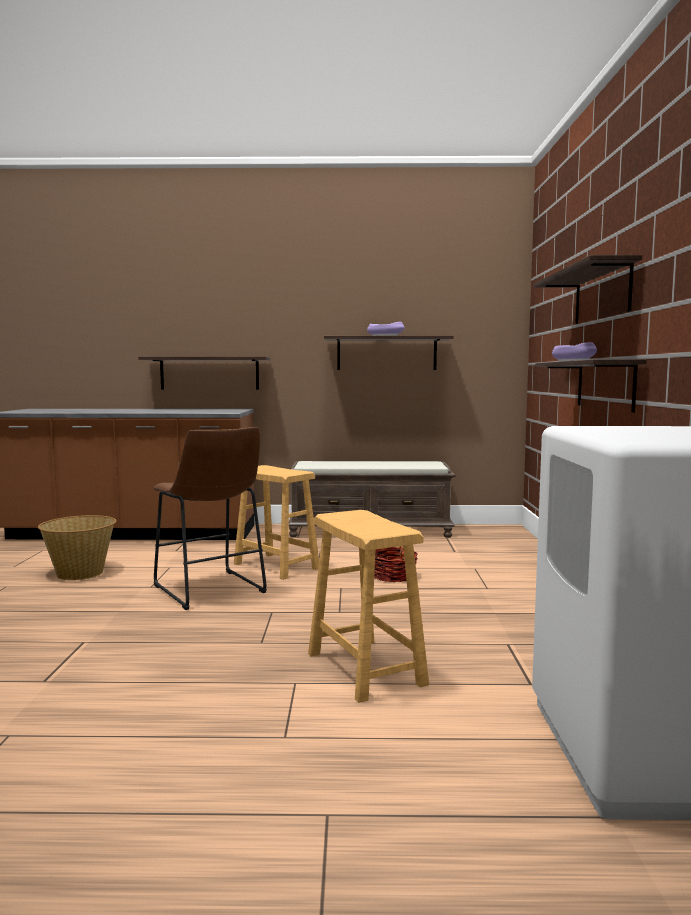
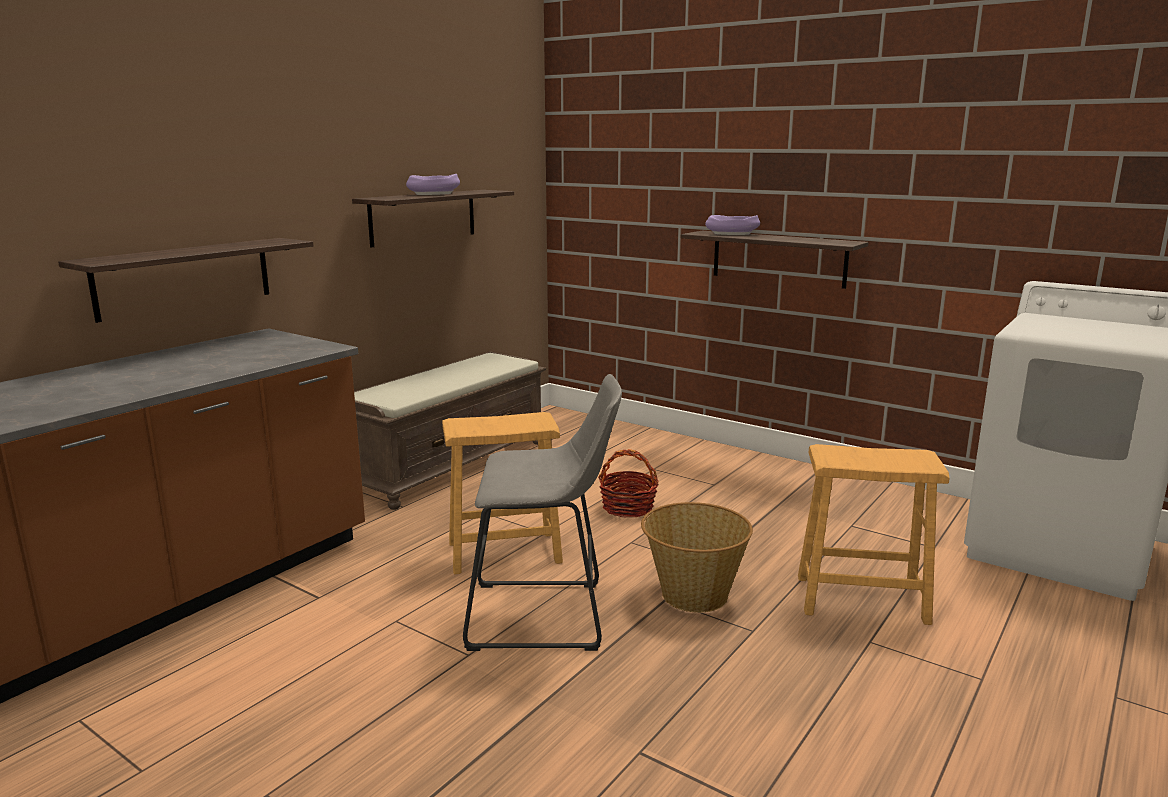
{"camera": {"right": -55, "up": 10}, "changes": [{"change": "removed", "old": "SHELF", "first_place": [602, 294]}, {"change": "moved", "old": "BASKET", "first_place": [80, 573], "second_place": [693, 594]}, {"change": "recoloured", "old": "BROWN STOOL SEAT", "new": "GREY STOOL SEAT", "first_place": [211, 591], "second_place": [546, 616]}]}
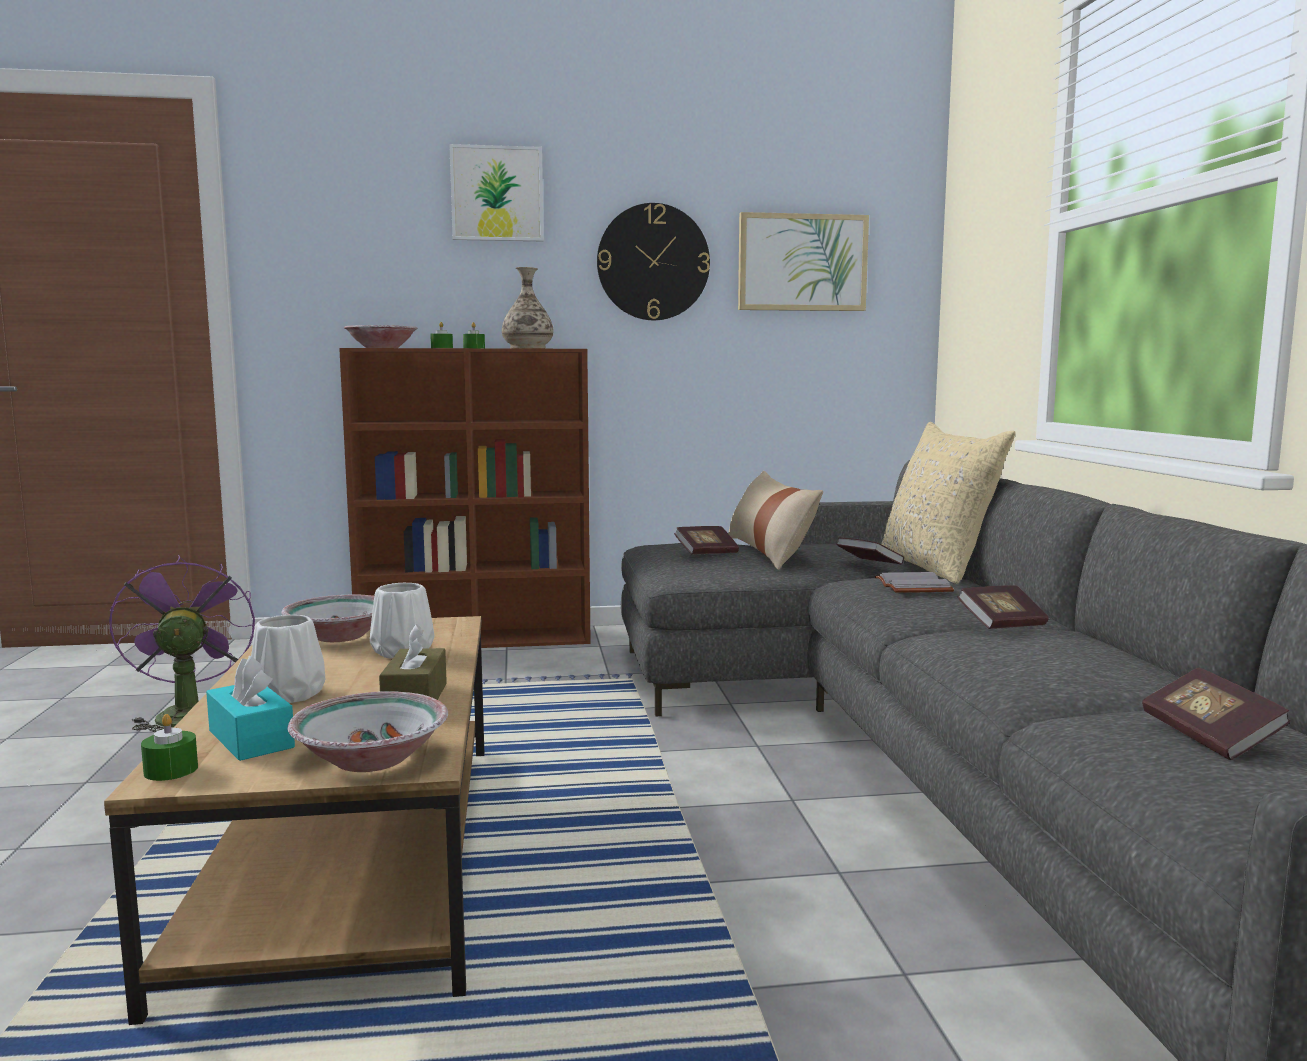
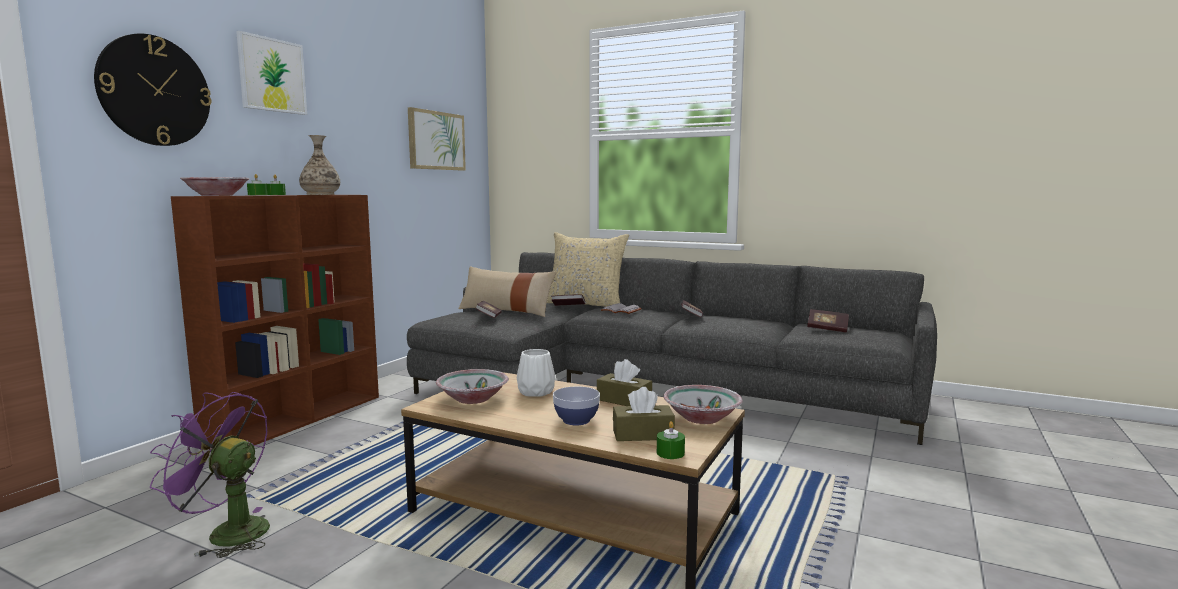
{"camera": {"right": -55, "up": 0}, "changes": [{"change": "moved", "old": "WALL CLOCK", "first_place": [653, 262], "second_place": [154, 91]}, {"change": "replaced", "old": "WHITISH FLOWER VASE", "new": "SERVING BOWL", "first_place": [290, 694], "second_place": [576, 420]}, {"change": "recoloured", "old": "TURQUOISE BOX OF TISSUES", "new": "BROWN BOX OF TISSUES", "first_place": [251, 739], "second_place": [643, 434]}]}
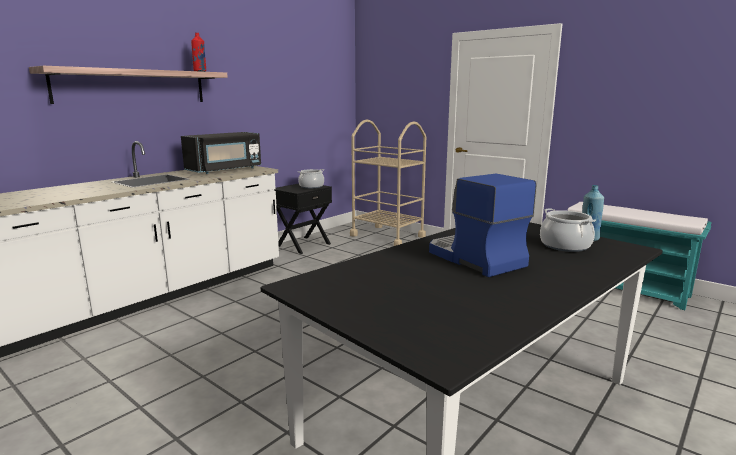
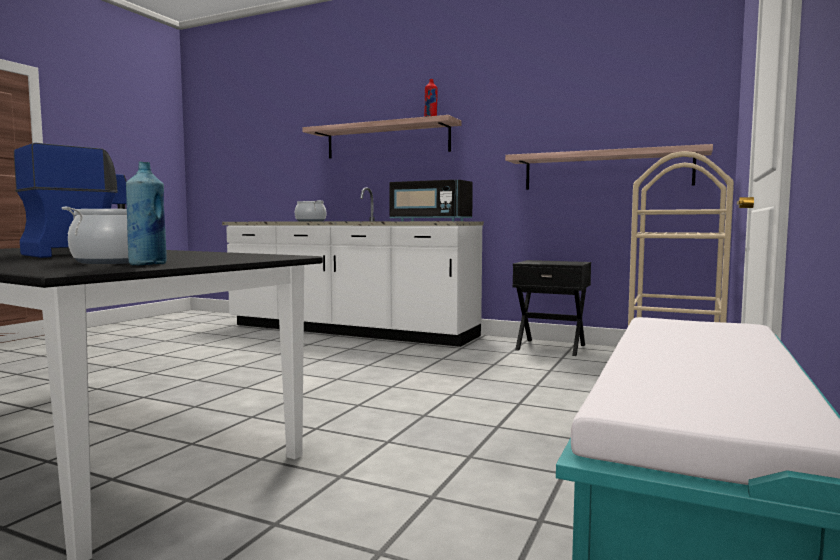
{"camera": {"right": 75, "up": -10}, "changes": [{"change": "added", "new": "SHELF", "second_place": [606, 170]}, {"change": "moved", "old": "COOKING POT", "first_place": [311, 186], "second_place": [310, 221]}]}
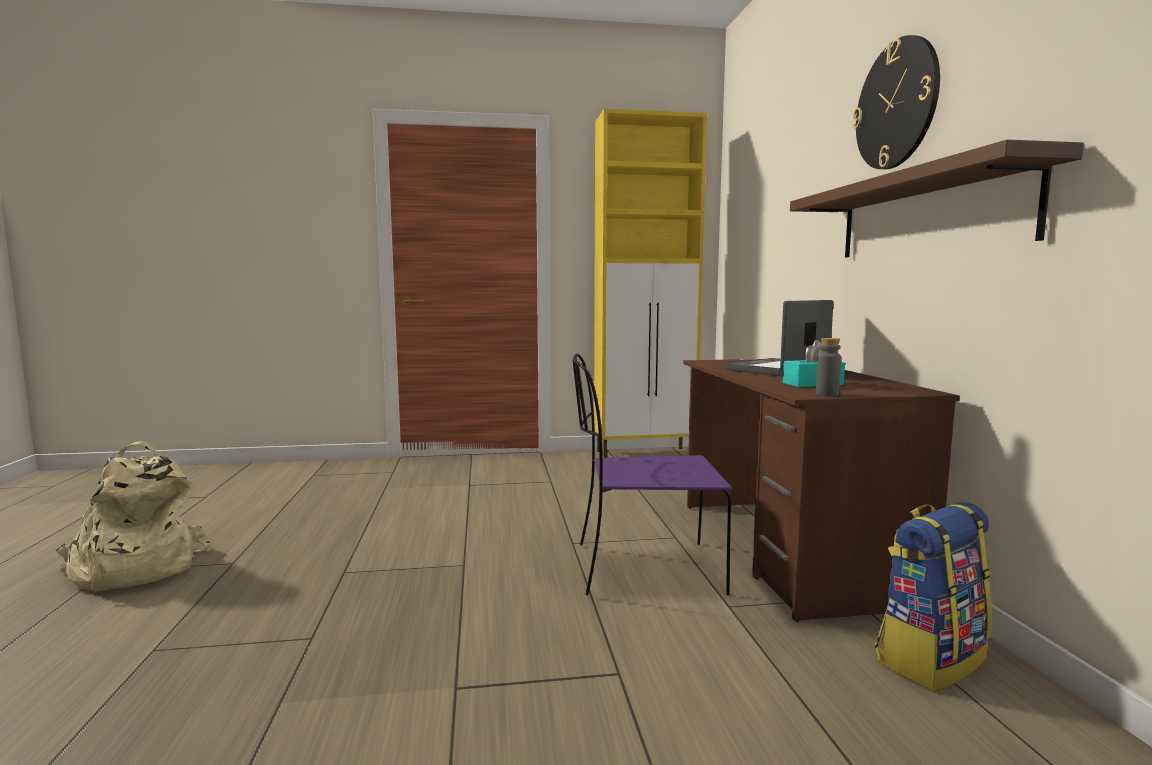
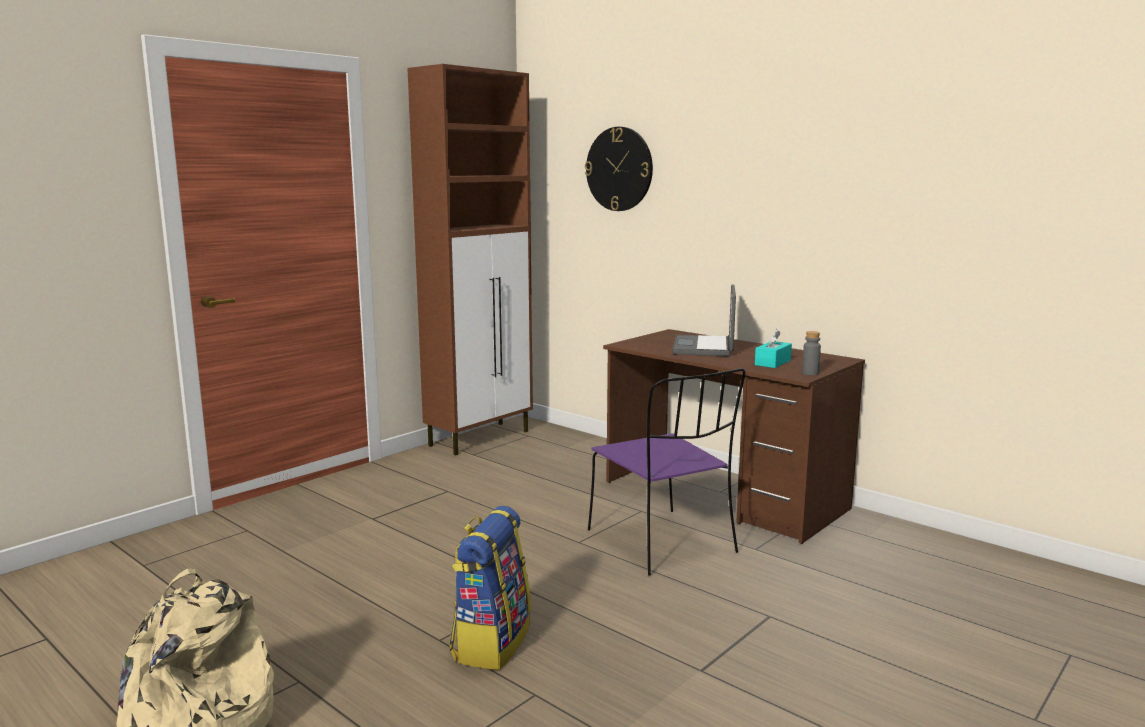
{"camera": {"right": -40, "up": 5}, "changes": [{"change": "removed", "old": "BROWN SHELF", "first_place": [927, 215]}, {"change": "moved", "old": "WALL CLOCK", "first_place": [896, 105], "second_place": [619, 169]}, {"change": "moved", "old": "KNAPSACK", "first_place": [929, 658], "second_place": [490, 642]}, {"change": "recoloured", "old": "YELLOWISH CABINET", "new": "BROWN CABINET", "first_place": [645, 454], "second_place": [481, 438]}, {"change": "turned", "old": "PURPLE UPRIGHT CHAIR", "first_place": [643, 568], "second_place": [663, 543], "degrees": -75}]}
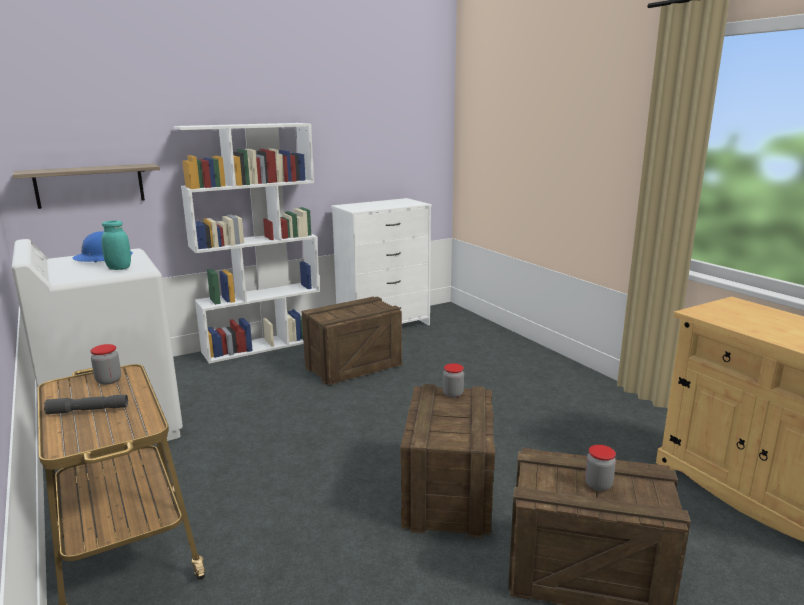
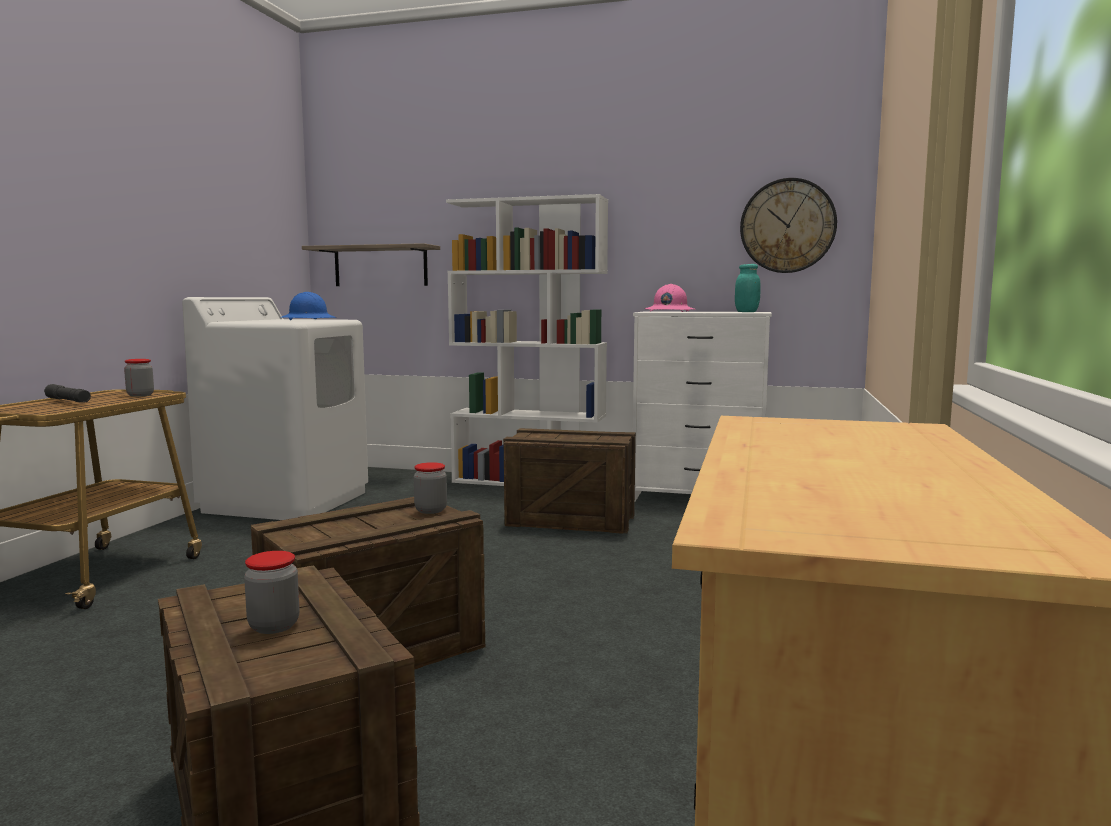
{"camera": {"right": 45, "up": -10}, "changes": [{"change": "added", "new": "PINK HARD HAT", "second_place": [669, 311]}, {"change": "added", "new": "WALL CLOCK", "second_place": [787, 226]}, {"change": "moved", "old": "TURQUOISE PRESERVE JAR", "first_place": [119, 268], "second_place": [746, 312]}]}
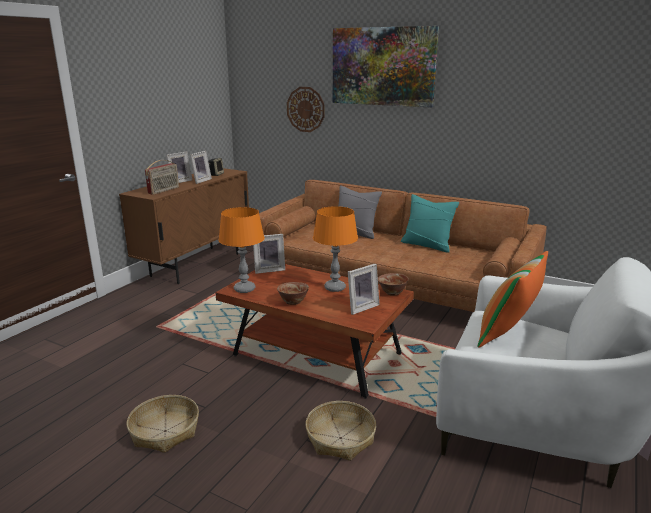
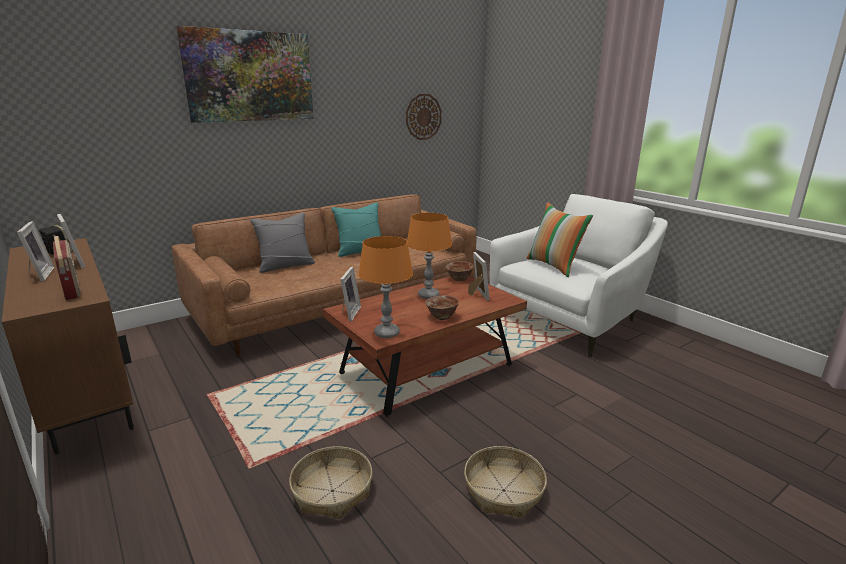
{"camera": {"right": -65, "up": 0}, "changes": [{"change": "moved", "old": "WALL CLOCK", "first_place": [305, 109], "second_place": [423, 117]}, {"change": "moved", "old": "BASKET", "first_place": [340, 438], "second_place": [332, 491]}]}
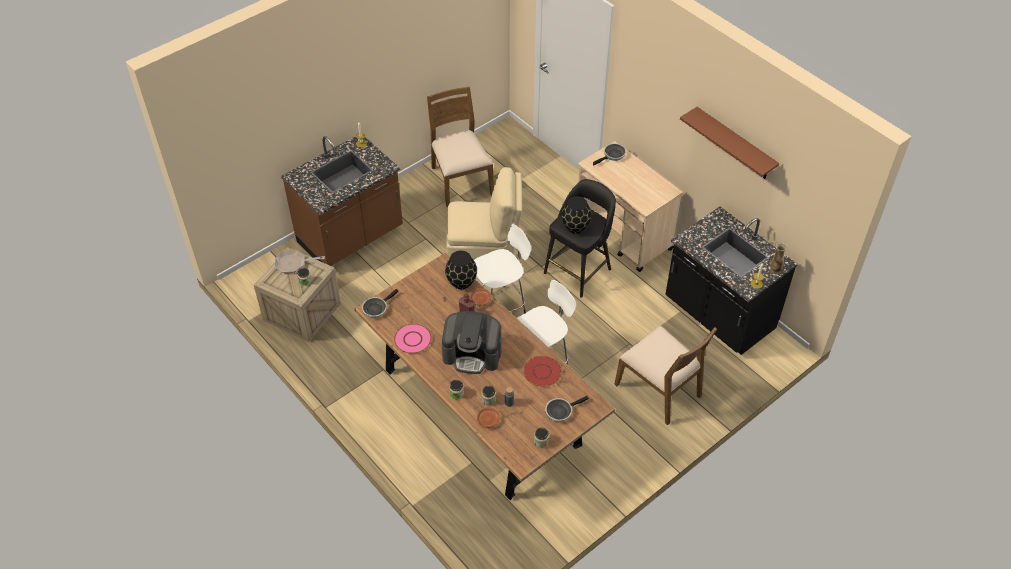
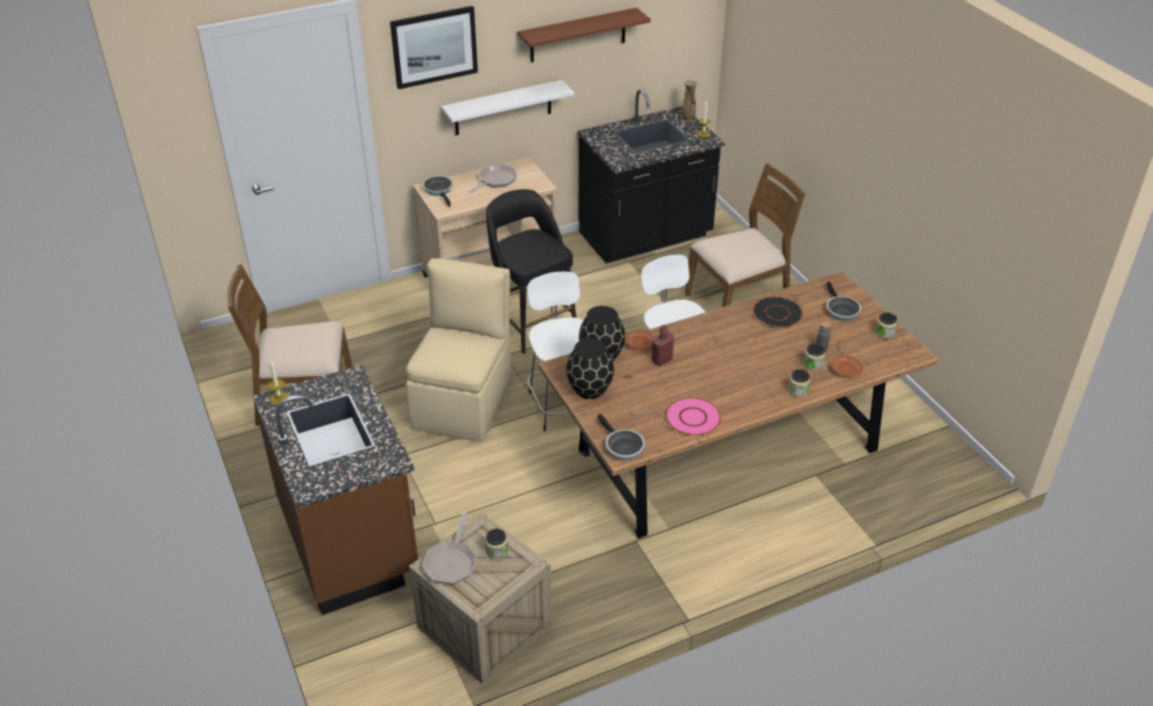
{"camera": {"right": -75, "up": -10}, "changes": [{"change": "removed", "old": "COFFEE MAKER", "first_place": [472, 353]}, {"change": "added", "new": "PICTURE", "second_place": [434, 46]}, {"change": "added", "new": "WHITISH SHELF", "second_place": [503, 108]}, {"change": "added", "new": "SKILLET", "second_place": [495, 181]}, {"change": "moved", "old": "BLACK FLOWER VASE", "first_place": [575, 226], "second_place": [589, 390]}, {"change": "recoloured", "old": "REDDISH PLATE", "new": "BLACK PLATE", "first_place": [542, 372], "second_place": [777, 313]}]}
